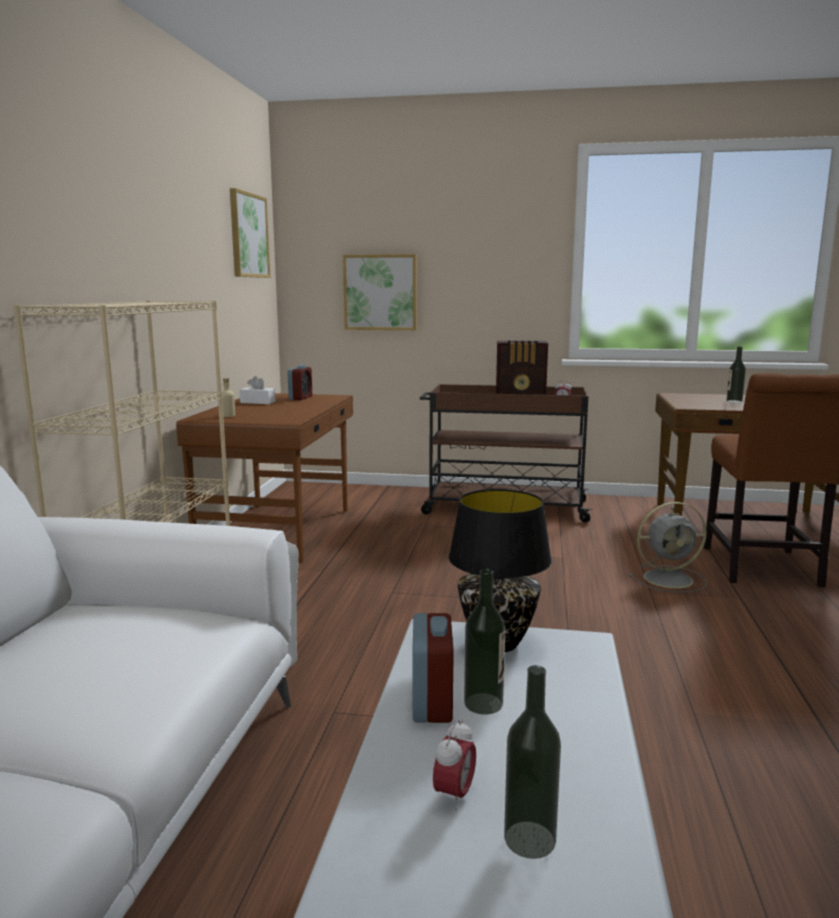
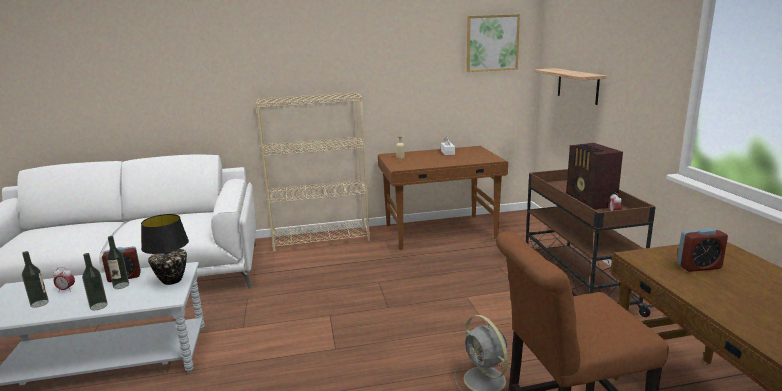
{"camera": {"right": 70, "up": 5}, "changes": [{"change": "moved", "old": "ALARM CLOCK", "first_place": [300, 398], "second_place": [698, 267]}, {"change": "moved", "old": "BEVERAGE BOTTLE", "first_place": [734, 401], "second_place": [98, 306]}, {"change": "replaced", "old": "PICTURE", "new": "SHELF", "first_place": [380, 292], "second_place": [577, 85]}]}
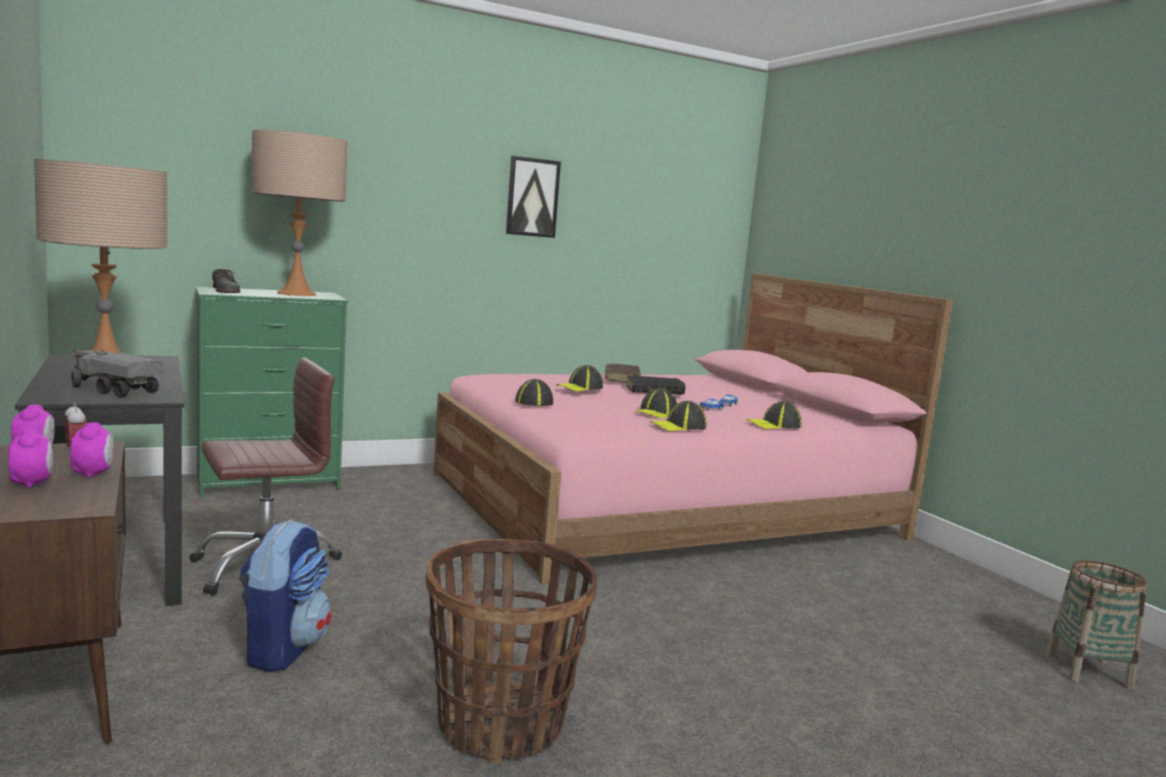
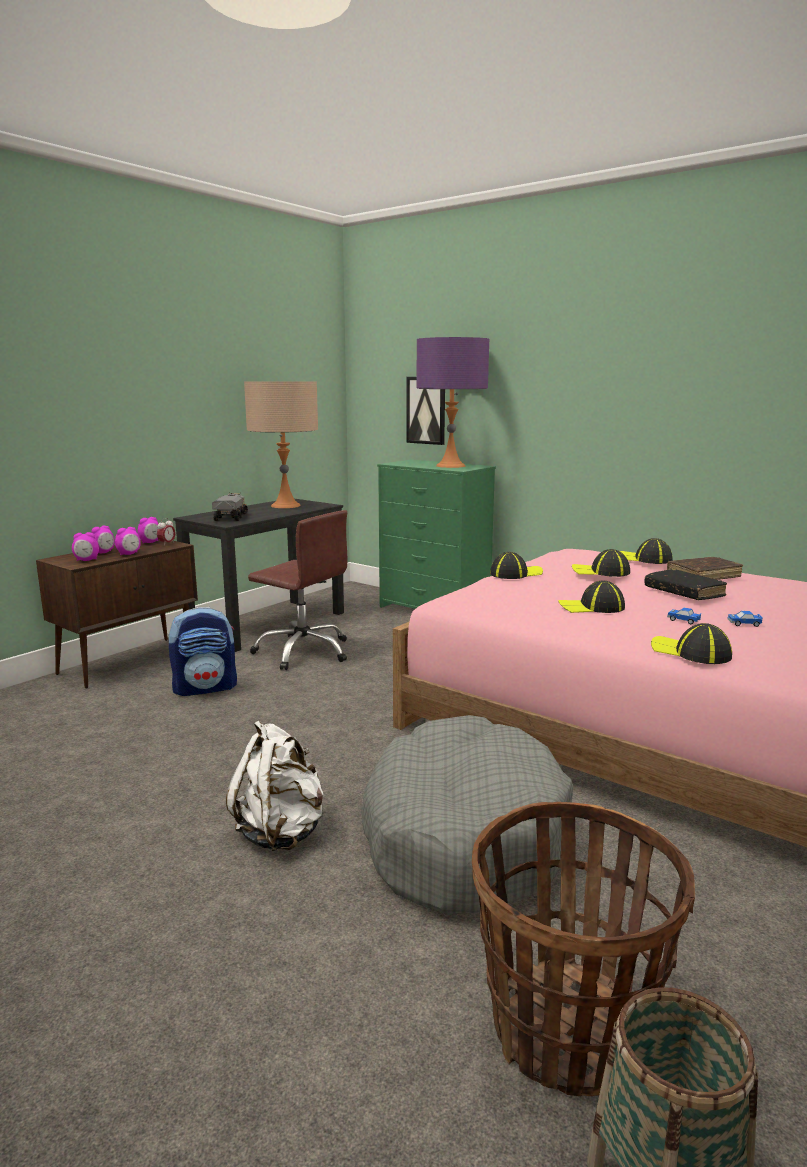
{"camera": {"right": 65, "up": 5}, "changes": [{"change": "removed", "old": "GREY ITEM OF FOOTWEAR", "first_place": [226, 290]}, {"change": "added", "new": "ALARM CLOCK", "second_place": [86, 560]}, {"change": "added", "new": "WHITISH KNAPSACK", "second_place": [281, 832]}, {"change": "added", "new": "GREY PET BED", "second_place": [463, 835]}, {"change": "moved", "old": "BASKET", "first_place": [501, 725], "second_place": [568, 1031]}, {"change": "moved", "old": "PICTURE", "first_place": [532, 197], "second_place": [426, 410]}, {"change": "moved", "old": "BASEBALL CAP", "first_place": [678, 426], "second_place": [644, 559]}, {"change": "recoloured", "old": "BEIGE-COLOURED TABLE LAMP", "new": "PURPLE TABLE LAMP", "first_place": [296, 294], "second_place": [450, 466]}]}
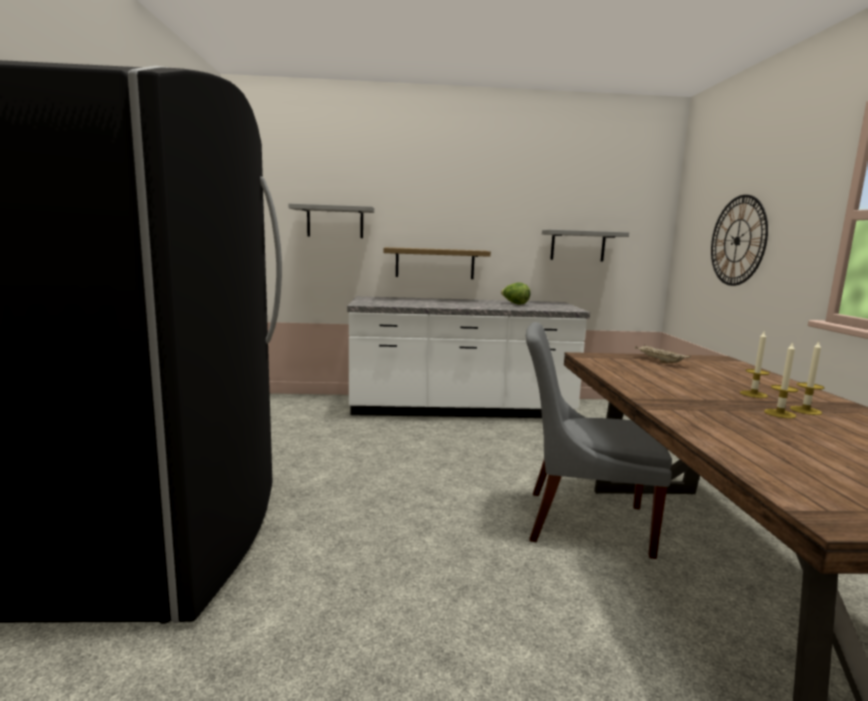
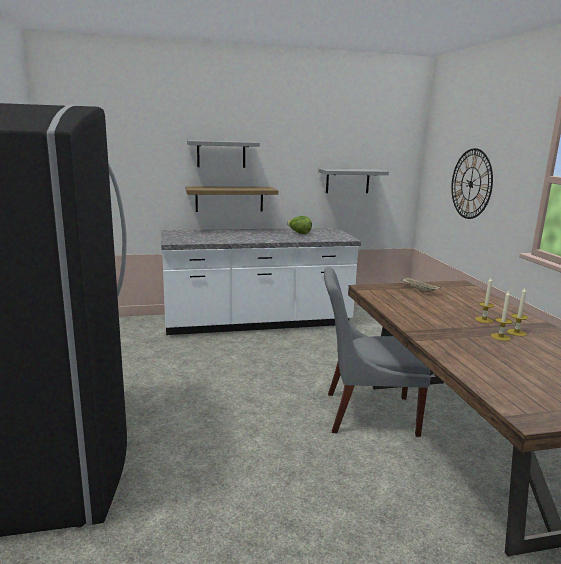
{"camera": {"right": -10, "up": 5}, "changes": [{"change": "moved", "old": "GREY SHELF", "first_place": [335, 222], "second_place": [221, 154]}]}
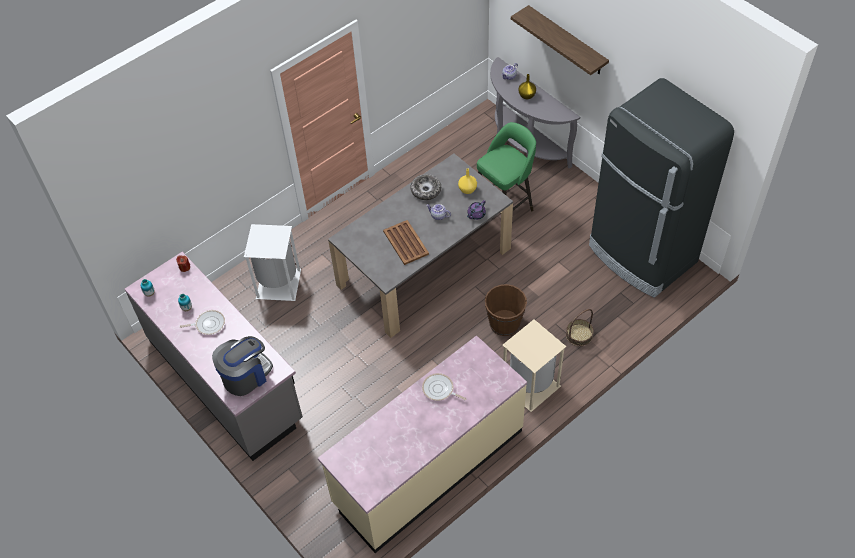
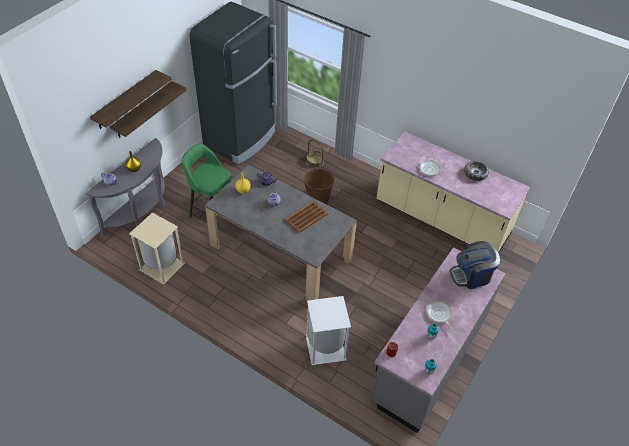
{"camera": {"right": -110, "up": -5}, "changes": [{"change": "added", "new": "SHELF", "second_place": [143, 110]}, {"change": "moved", "old": "SERVING BOWL", "first_place": [426, 190], "second_place": [475, 173]}, {"change": "moved", "old": "BEIGE-COLOURED WASTE BIN", "first_place": [529, 385], "second_place": [162, 267]}, {"change": "turned", "old": "COFFEE MAKER", "first_place": [246, 375], "second_place": [471, 275], "degrees": -45}]}
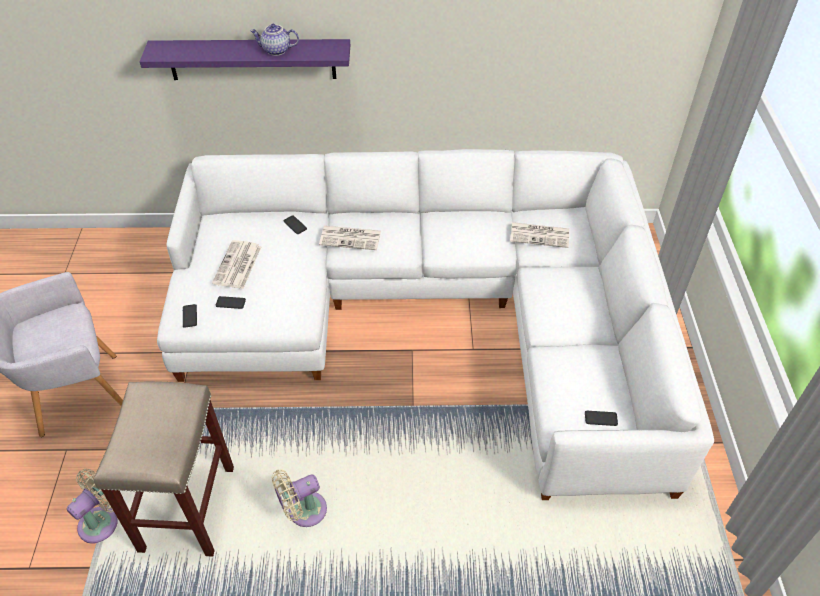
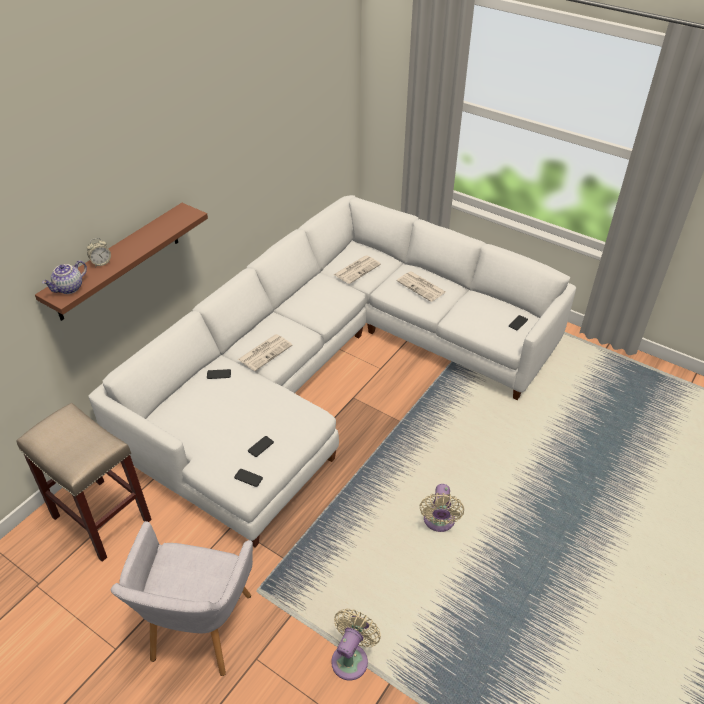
{"camera": {"right": -55, "up": -5}, "changes": [{"change": "added", "new": "ALARM CLOCK", "second_place": [101, 263]}, {"change": "moved", "old": "BEIGE-COLOURED STOOL SEAT", "first_place": [187, 506], "second_place": [100, 518]}, {"change": "moved", "old": "PRINTED PAPER", "first_place": [237, 265], "second_place": [422, 287]}, {"change": "moved", "old": "POT FOR TEA", "first_place": [276, 51], "second_place": [69, 288]}, {"change": "recoloured", "old": "PURPLE SHELF", "new": "BROWN SHELF", "first_place": [252, 59], "second_place": [118, 262]}, {"change": "turned", "old": "BEIGE-COLOURED FAN", "first_place": [102, 521], "second_place": [351, 658], "degrees": 45}]}
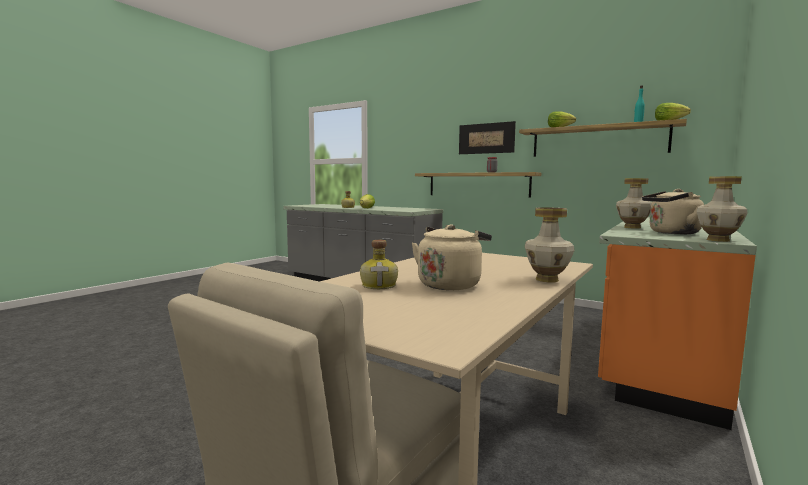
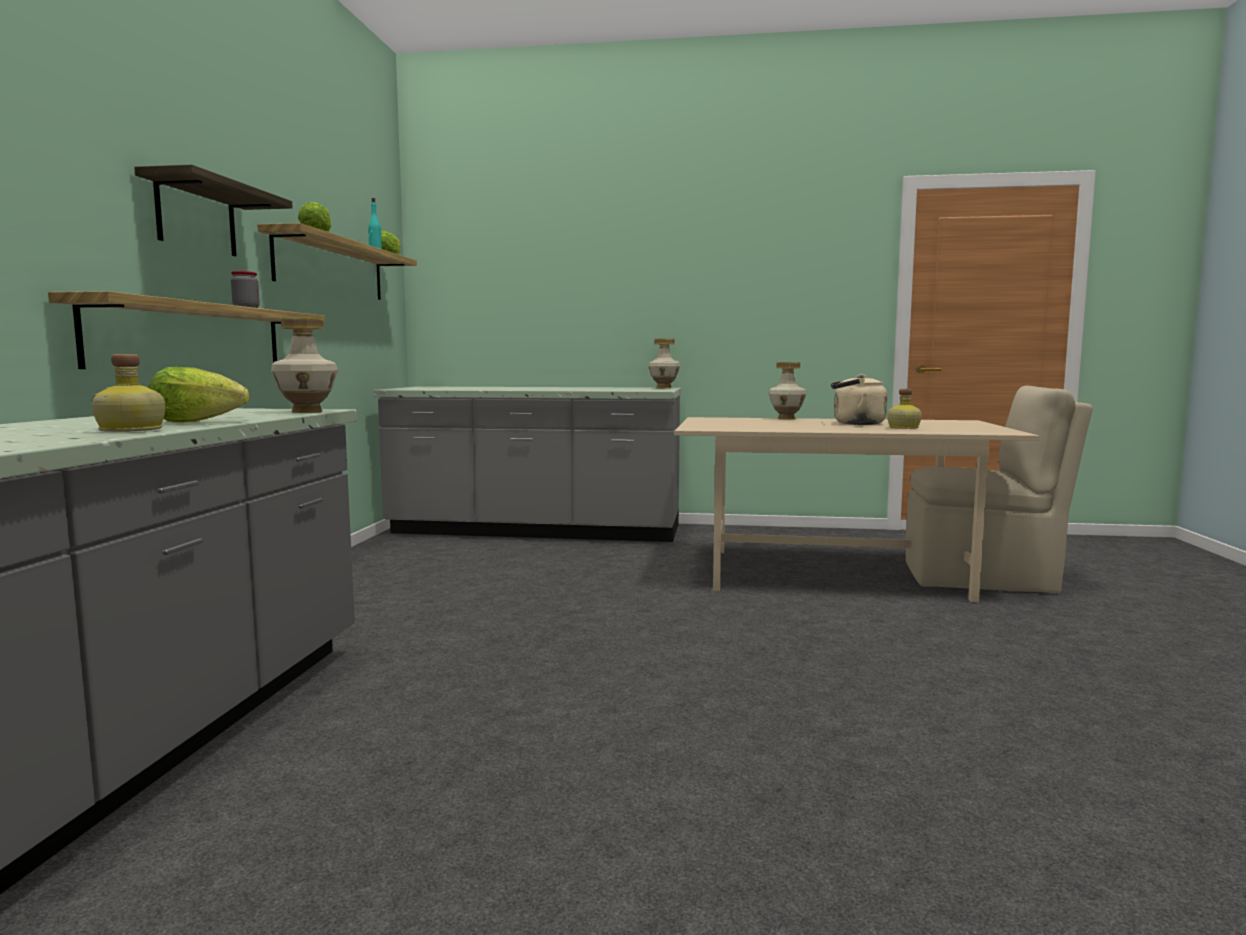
{"camera": {"right": -115, "up": 0}, "changes": [{"change": "removed", "old": "BEIGE-COLOURED KETTLE", "first_place": [671, 233]}, {"change": "moved", "old": "FLOWER VASE", "first_place": [631, 227], "second_place": [306, 412]}, {"change": "replaced", "old": "PICTURE", "new": "SHELF", "first_place": [486, 138], "second_place": [196, 217]}, {"change": "recoloured", "old": "ORANGEY COUNTER", "new": "GREY COUNTER", "first_place": [661, 354], "second_place": [535, 530]}]}
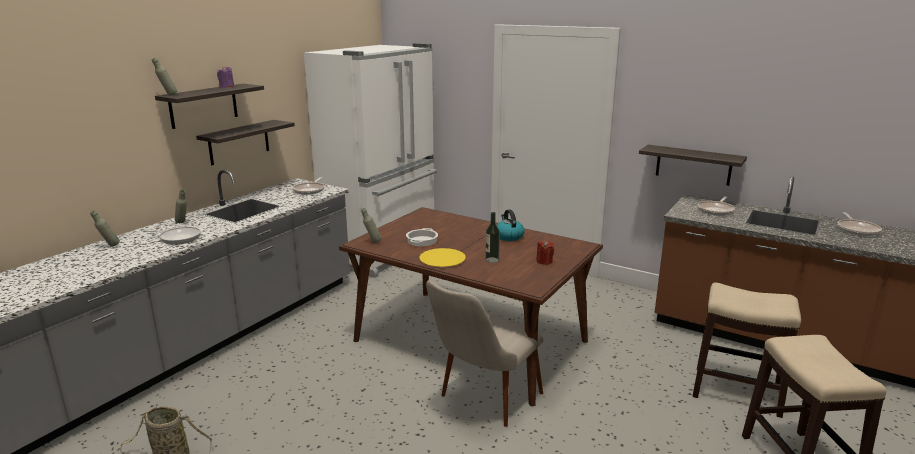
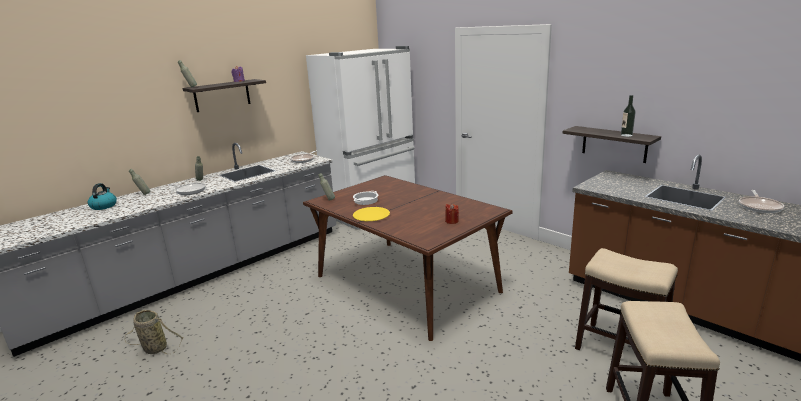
{"camera": {"right": 15, "up": 0}, "changes": [{"change": "removed", "old": "SHELF", "first_place": [239, 142]}, {"change": "removed", "old": "BEIGE-COLOURED UPRIGHT CHAIR", "first_place": [482, 402]}, {"change": "removed", "old": "SKILLET", "first_place": [716, 210]}, {"change": "moved", "old": "BEVERAGE BOTTLE", "first_place": [492, 260], "second_place": [626, 135]}, {"change": "moved", "old": "KETTLE", "first_place": [508, 236], "second_place": [104, 206]}]}
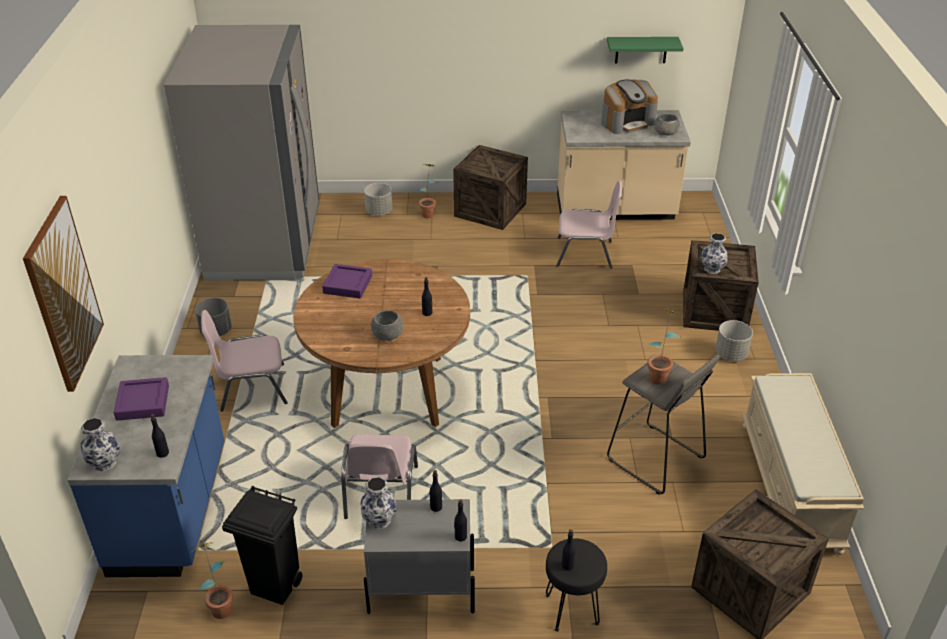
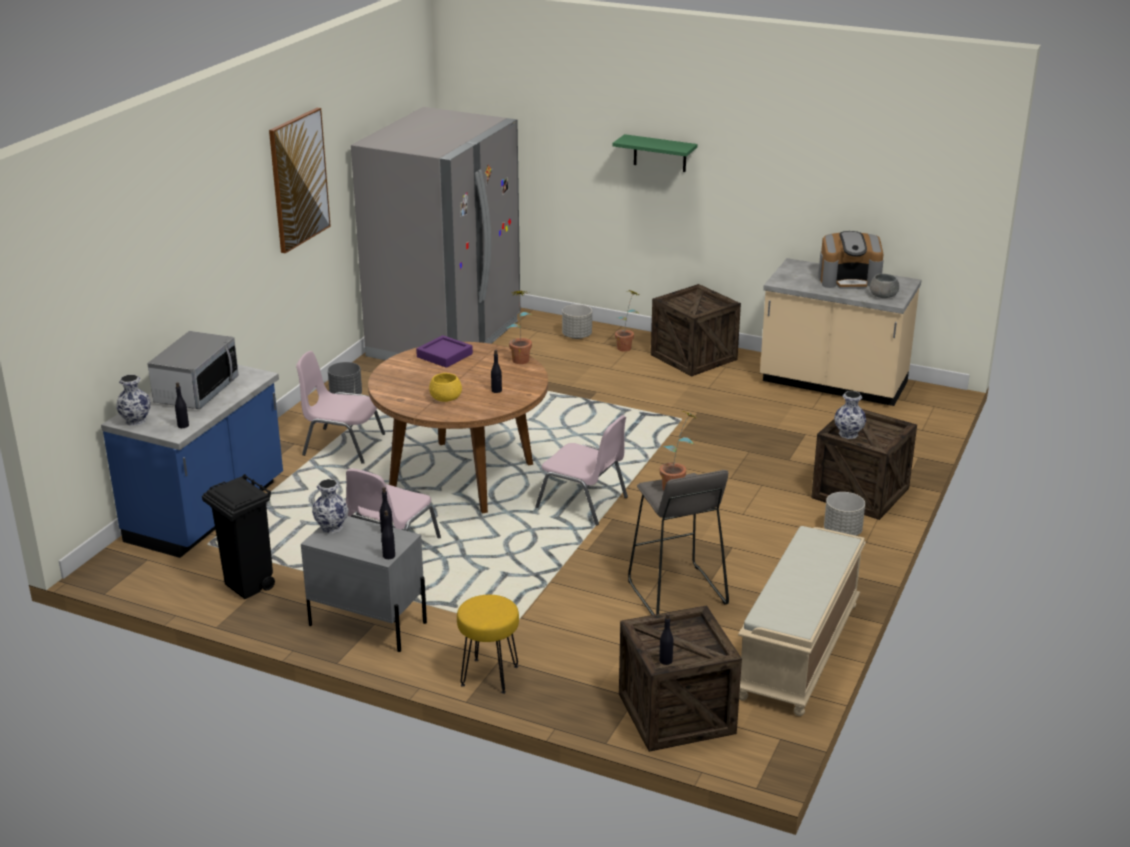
{"camera": {"right": 25, "up": -10}, "changes": [{"change": "moved", "old": "PICTURE", "first_place": [63, 294], "second_place": [298, 179]}, {"change": "moved", "old": "HOUSEPLANT", "first_place": [220, 605], "second_place": [520, 358]}, {"change": "moved", "old": "PINK UPRIGHT CHAIR", "first_place": [585, 253], "second_place": [583, 503]}, {"change": "moved", "old": "BLACK BEVERAGE BOTTLE", "first_place": [567, 565], "second_place": [665, 660]}, {"change": "moved", "old": "GREEN SHELF", "first_place": [641, 50], "second_place": [660, 153]}, {"change": "replaced", "old": "PURPLE CARRYING TRAY", "new": "MICROWAVE OVEN", "first_place": [143, 402], "second_place": [196, 391]}, {"change": "recoloured", "old": "GREY SERVING BOWL", "new": "YELLOWISH SERVING BOWL", "first_place": [388, 334], "second_place": [446, 398]}, {"change": "recoloured", "old": "BLACK STOOL SEAT", "new": "YELLOWISH STOOL SEAT", "first_place": [571, 610], "second_place": [488, 676]}]}
